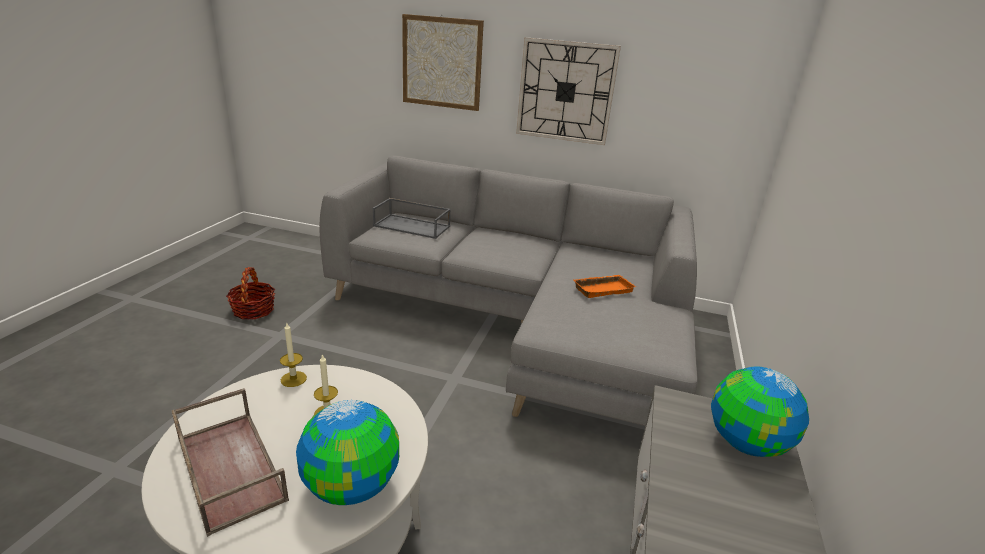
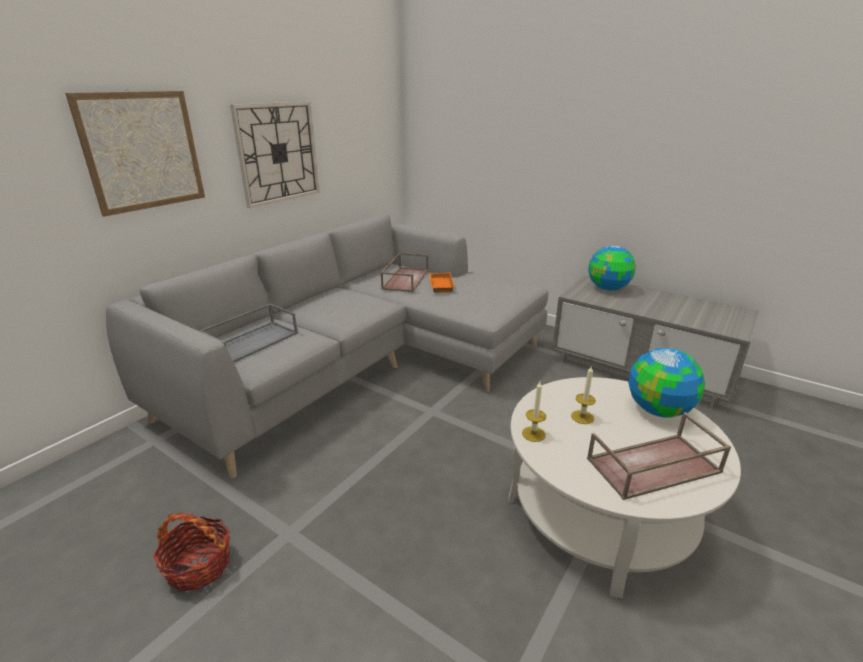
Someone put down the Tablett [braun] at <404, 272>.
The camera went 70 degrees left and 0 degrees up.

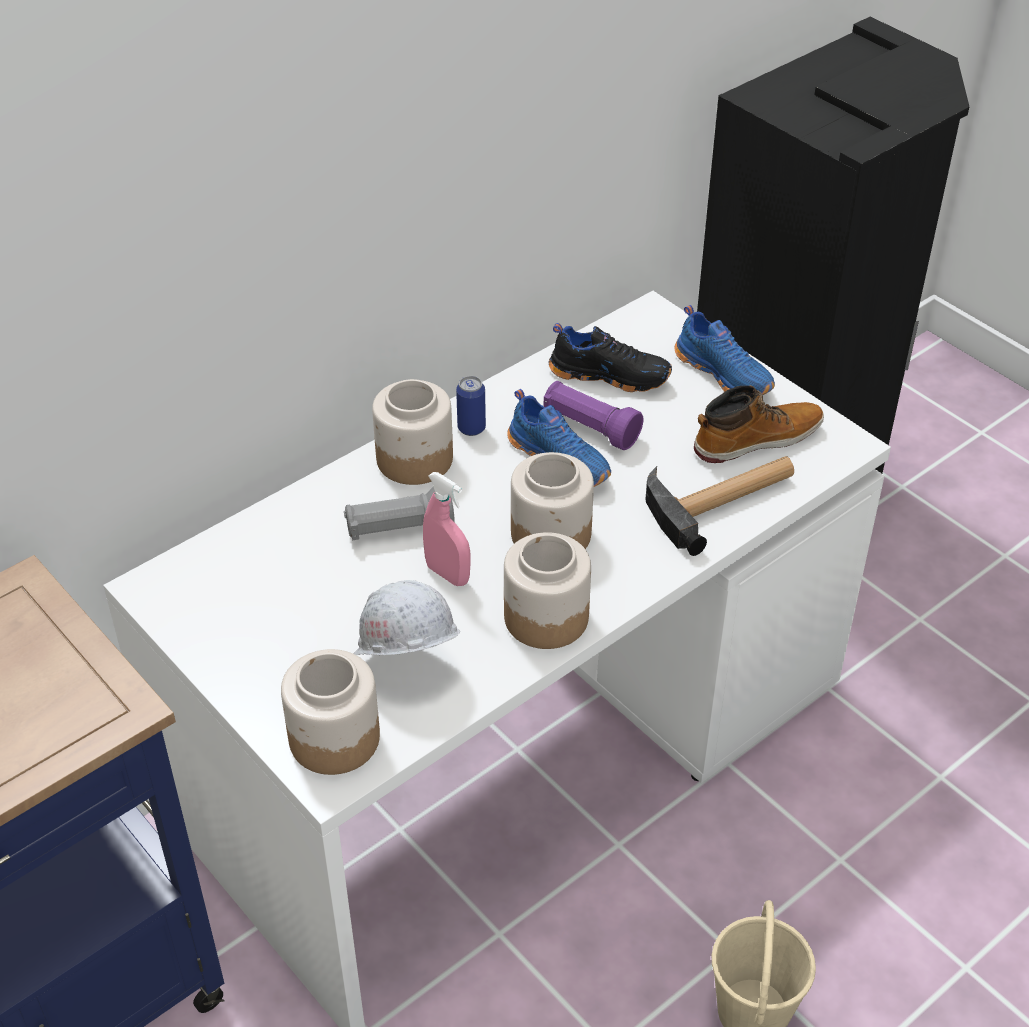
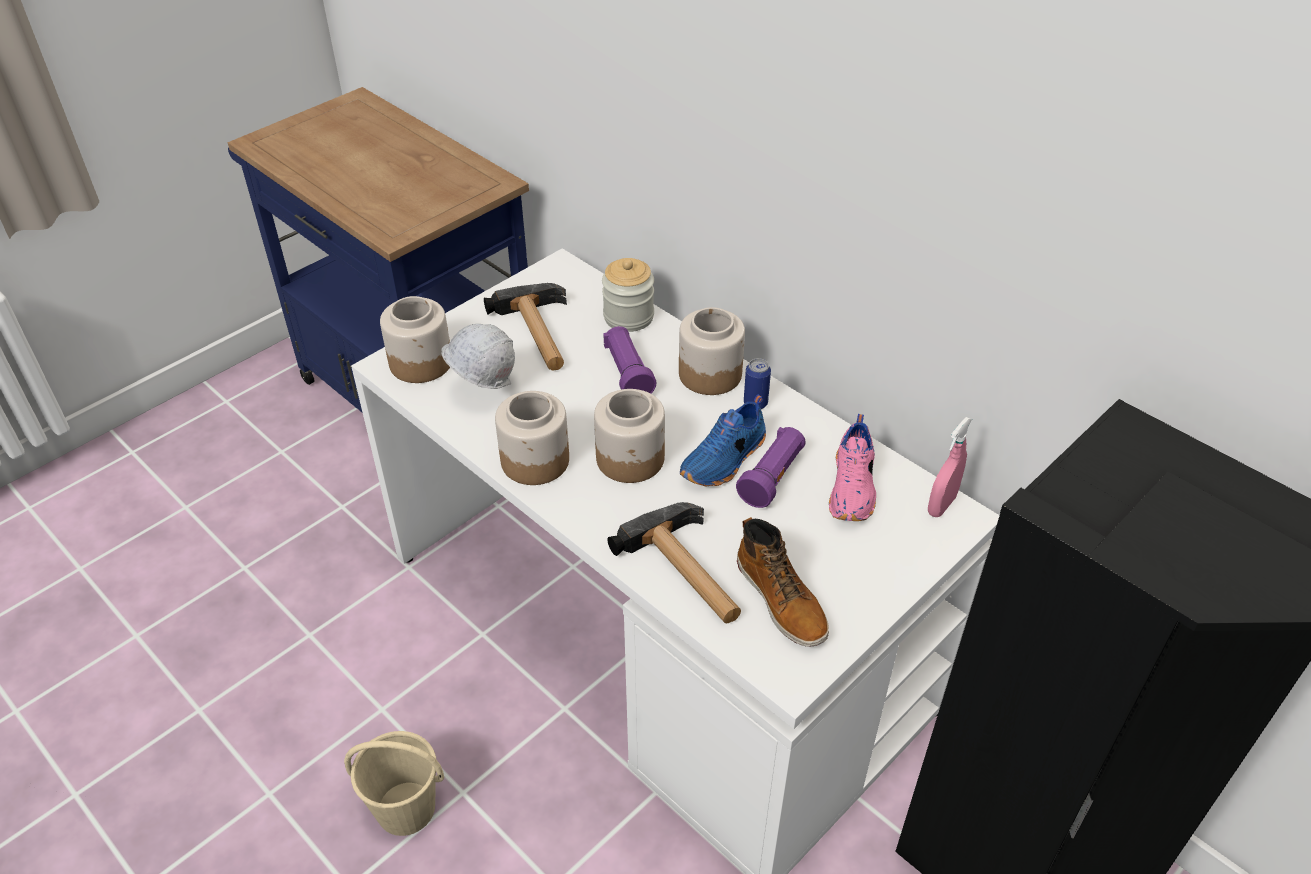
Someone took away the Schuh [blau] at <725, 350>.
Someone put down the Hammer at <525, 326>.
Someone put down the Vorratsglas at <628, 295>.
Someone carried the Sprühflasche [rosa] from <447, 529> to <950, 467>.
Someone repainted the Taschenlampe [grau] at <399, 513>, which became the Taschenlampe [lila] at <629, 360>.
Someone repainted the Schuh [schwarz] at <610, 357>, which became the Schuh [rosa] at <852, 467>.
The camera went 85 degrees right and 0 degrees up.

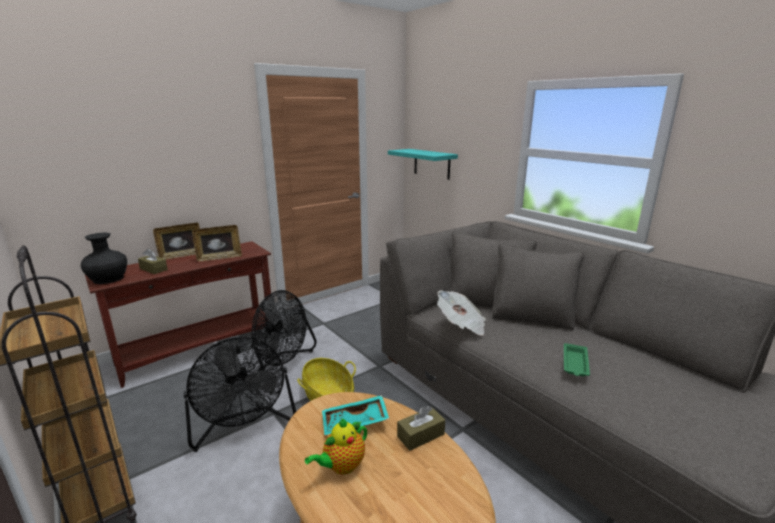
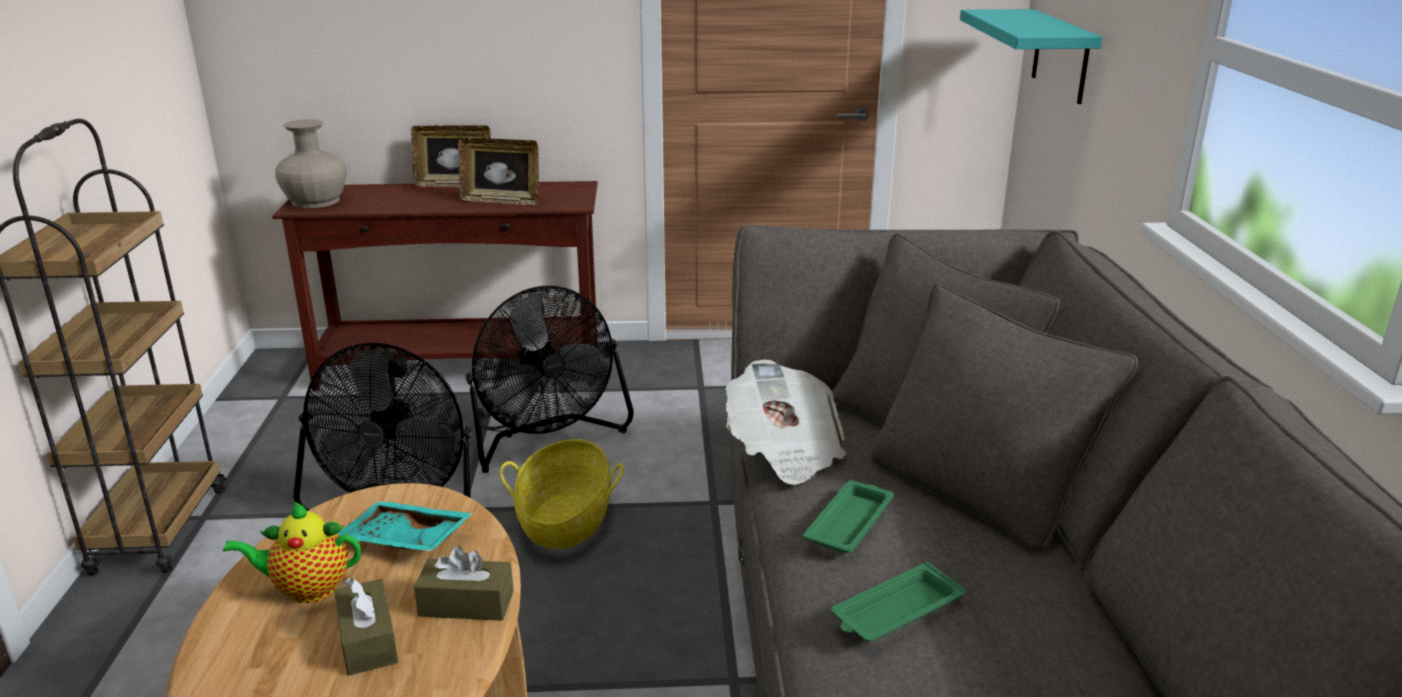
Someone put down the Tablett [grün] at <848, 516>.
Someone carried the Taschentuchbox [braun] from <153, 261> to <366, 627>.
Someone repainted the Vase [schwarz] at <104, 258>, which became the Vase [beige] at <311, 163>.
The camera went 35 degrees right and 5 degrees up.

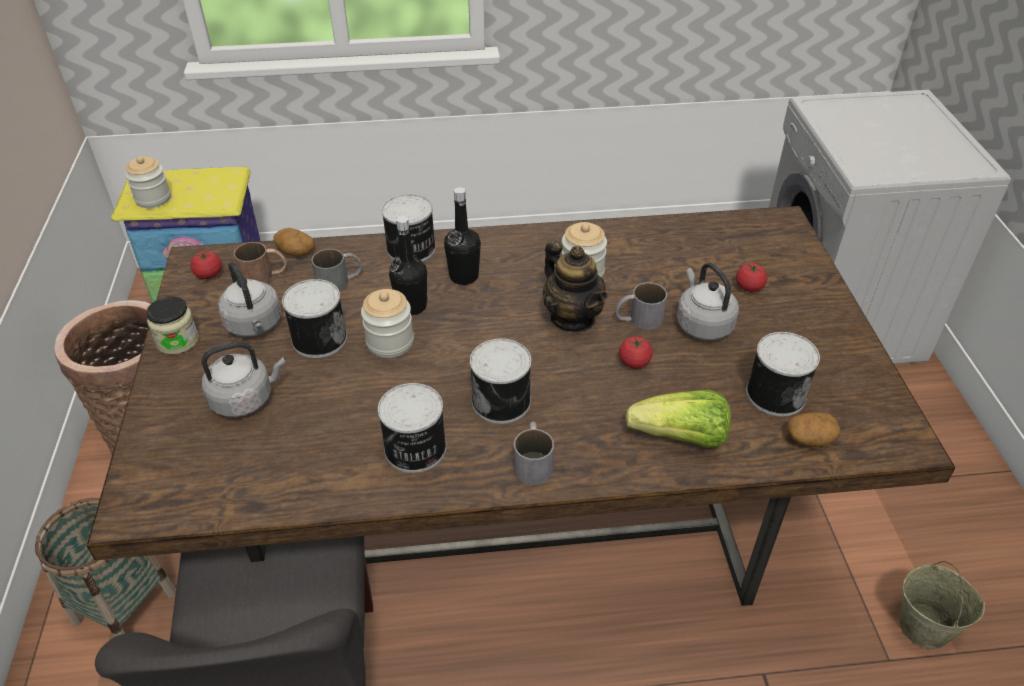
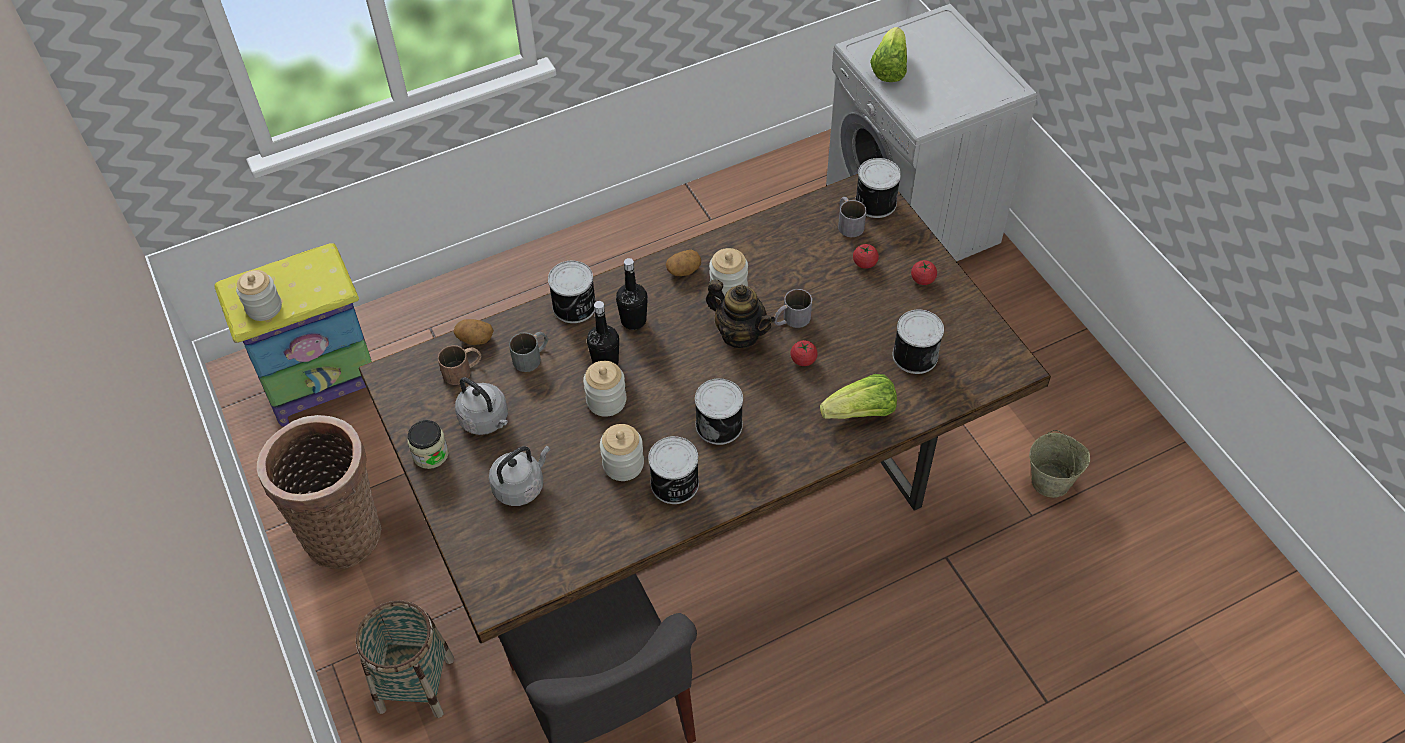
Someone took away the Wasserkessel [grau] at <708, 301>.
Someone put down the Vorratsglas at <622, 452>.
Someone put down the Salatkopf at <888, 54>.
Someone carried the Tomate from <206, 265> to <924, 272>.
Someone carried the Dose from <314, 318> to <878, 188>.
Someone carried the Henkelbecher [grau] from <534, 453> to <852, 217>.
Someone carried the Kartoffel from <813, 430> to <683, 263>.
The camera went 20 degrees left and 10 degrees up.

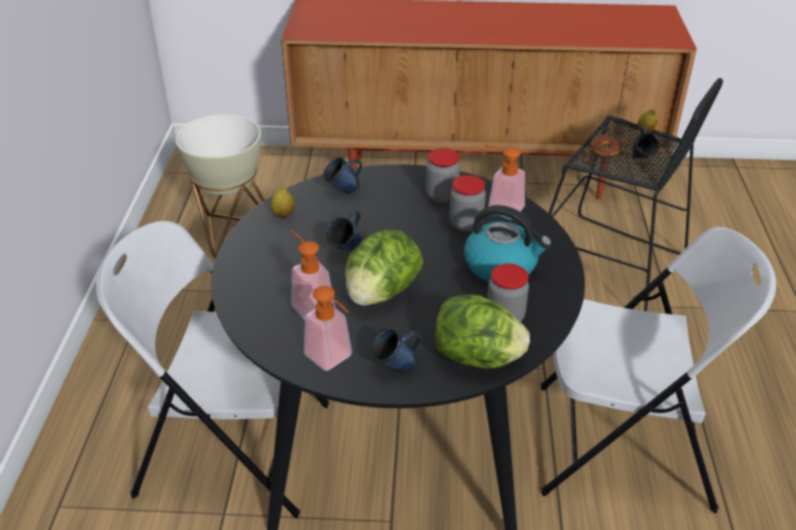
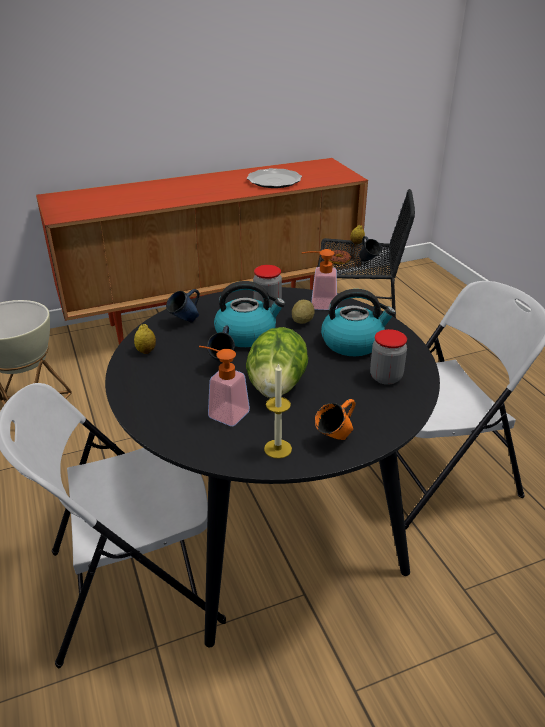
Someone took away the Salatkopf at <482, 331>.
Someone put down the Wasserkessel at <249, 314>.
Someone put down the Teller at <274, 178>.
Someone swapped the Seifenspender at <328, 328> for the Kerze at <278, 411>.
Someone swapped the Vorratsglas at <468, 203> for the Kartoffel at <303, 312>.
Someone repainted the Henkelbecher [blau] at <396, 350>, which became the Henkelbecher [orange] at <335, 419>.
The camera went 25 degrees left and 5 degrees down.

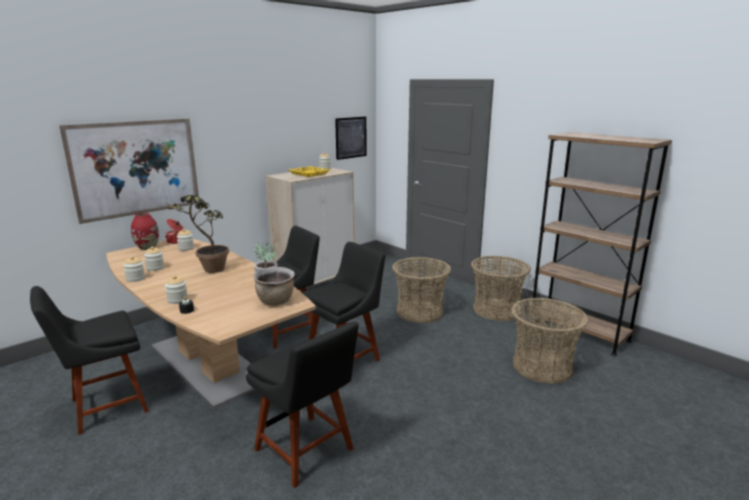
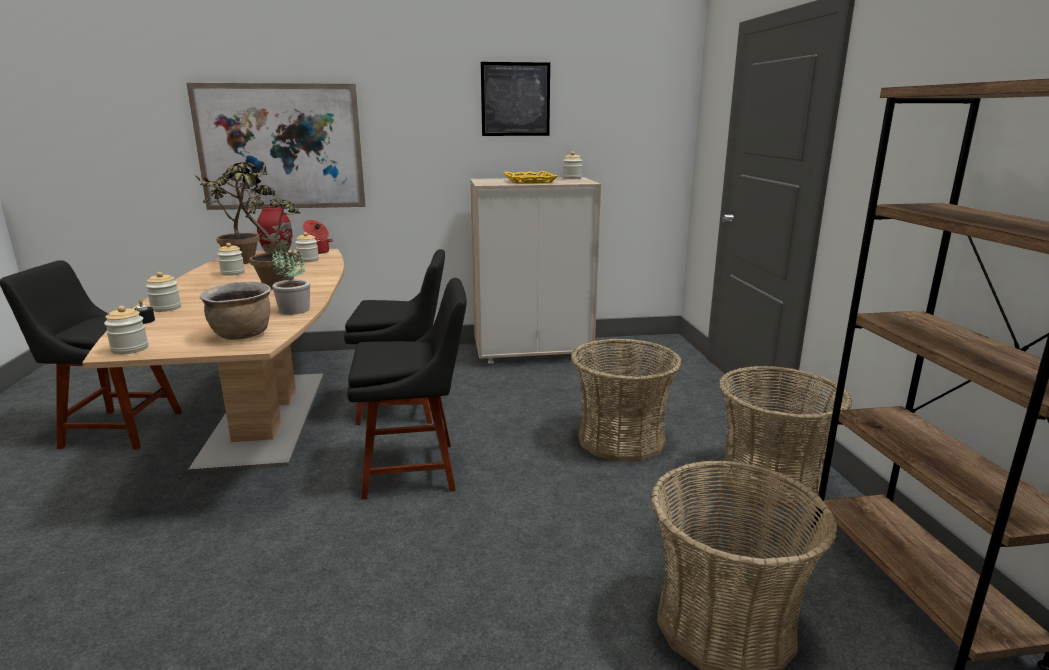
Someone took away the Stuhl [schwarz] at <302, 404>.
Someone put down the Topfpflanze at <235, 213>.
Someone carried the Vorratsglas from <134, 269> to <126, 330>.
Someone carried the Bild from <351, 138> to <515, 99>.
The camera went 35 degrees right and 0 degrees up.

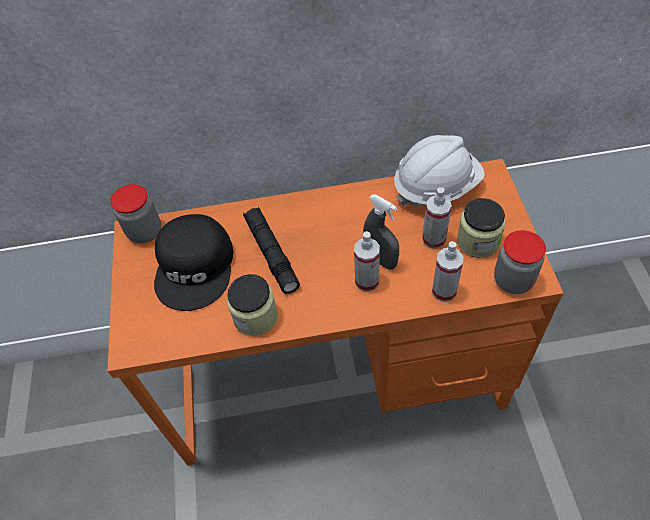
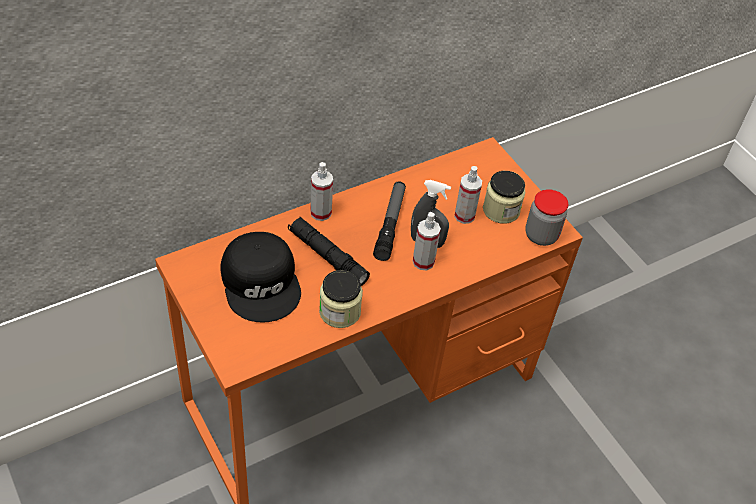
Someone took away the Vorratsglas at <135, 213>.
Someone took away the Schutzhelm [weiß] at <439, 171>.
Someone put down the Taschenlampe at <389, 221>.
Someone carried the Sprühflasche from <448, 271> to <321, 191>.
The camera went 30 degrees left and 5 degrees down.

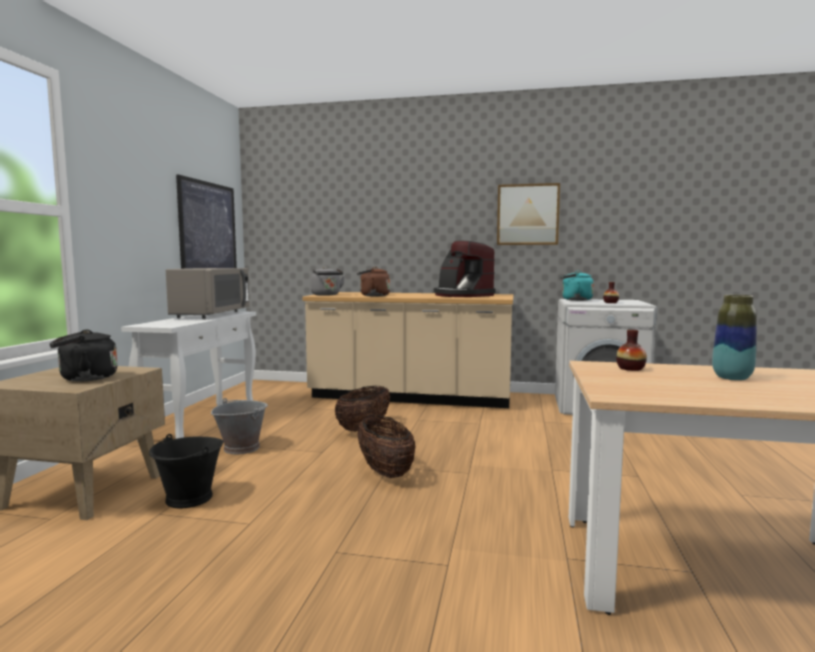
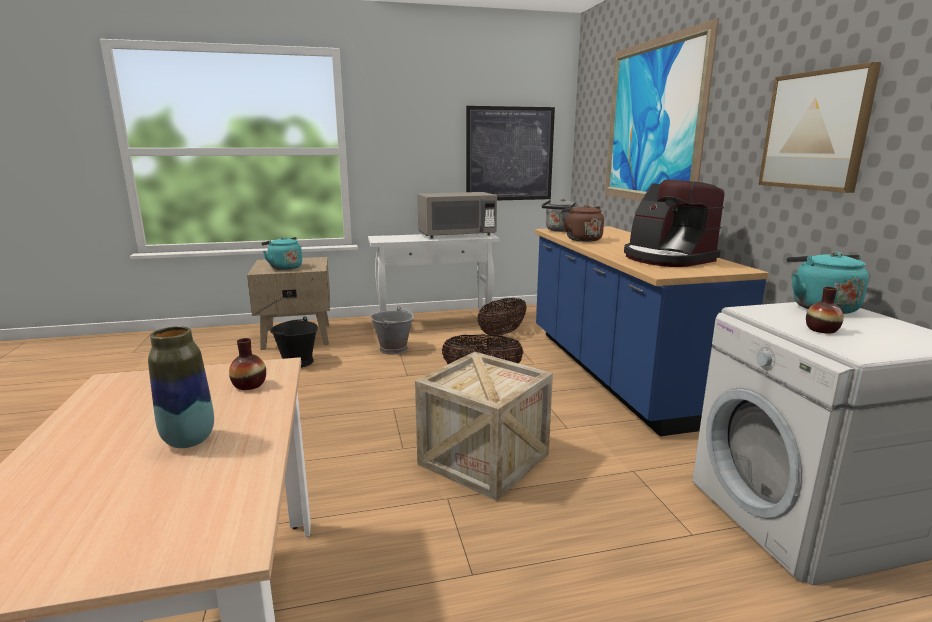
Someone put down the Kiste at <484, 426>.
Someone put up the Bild at <662, 109>.
Someone carried the Korb from <386, 447> to <502, 317>.
Someone repainted the Wasserkessel [schwarz] at <84, 355>, which became the Wasserkessel [türkis] at <281, 253>.
Someone repainted the Küchenzeile [beige] at <408, 350>, which became the Küchenzeile [blau] at <651, 331>.
Someone rotated the Kaffeemaschine at <465, 269> by 60 degrees counterclockwise.
The camera went 65 degrees right and 10 degrees up.

